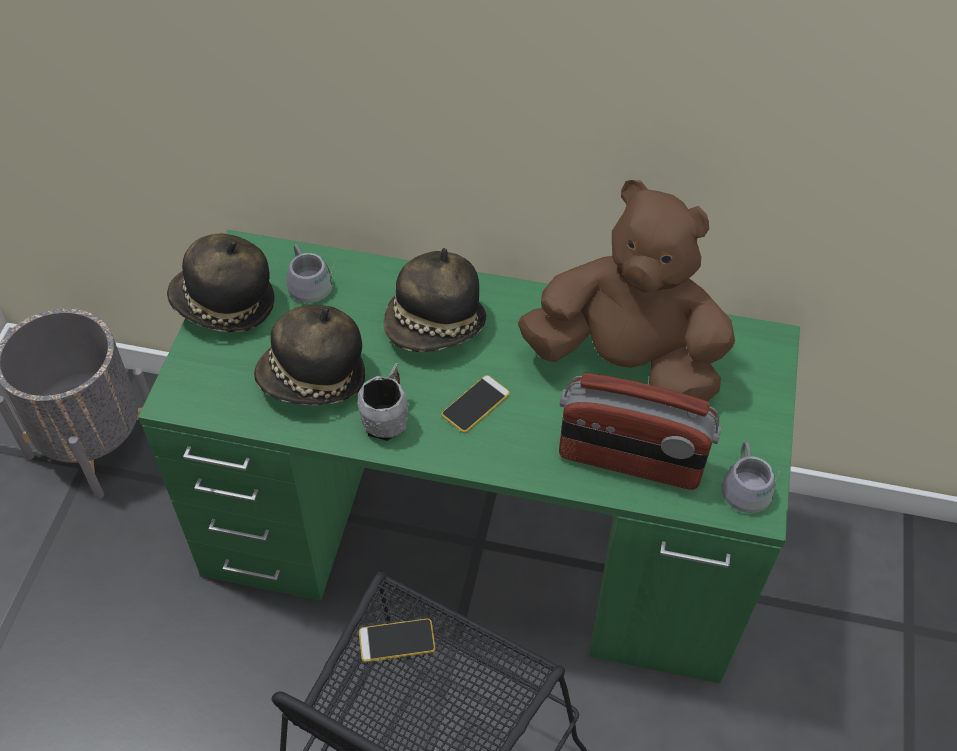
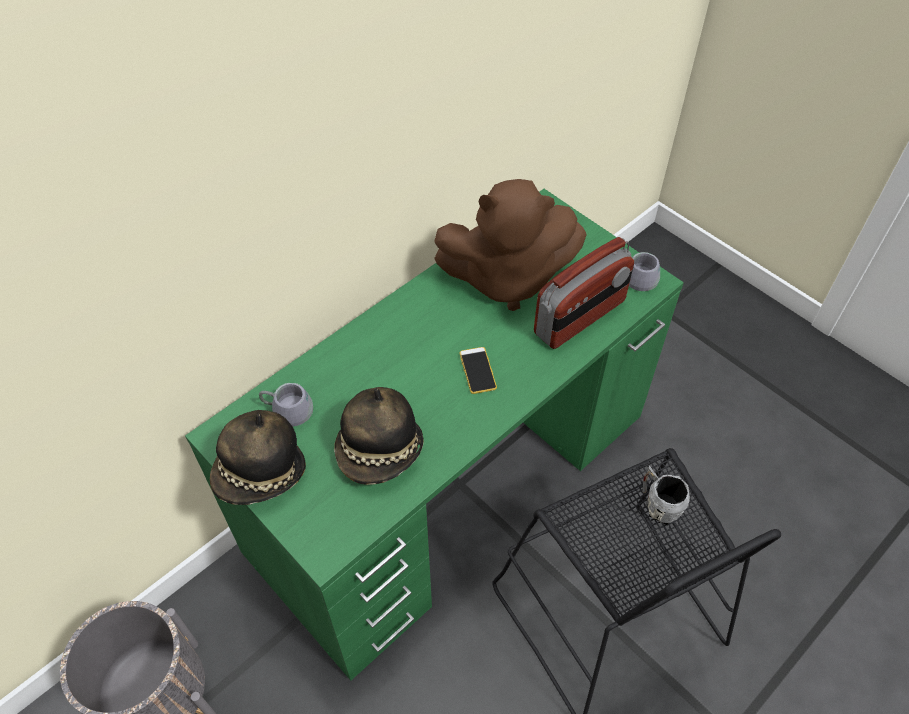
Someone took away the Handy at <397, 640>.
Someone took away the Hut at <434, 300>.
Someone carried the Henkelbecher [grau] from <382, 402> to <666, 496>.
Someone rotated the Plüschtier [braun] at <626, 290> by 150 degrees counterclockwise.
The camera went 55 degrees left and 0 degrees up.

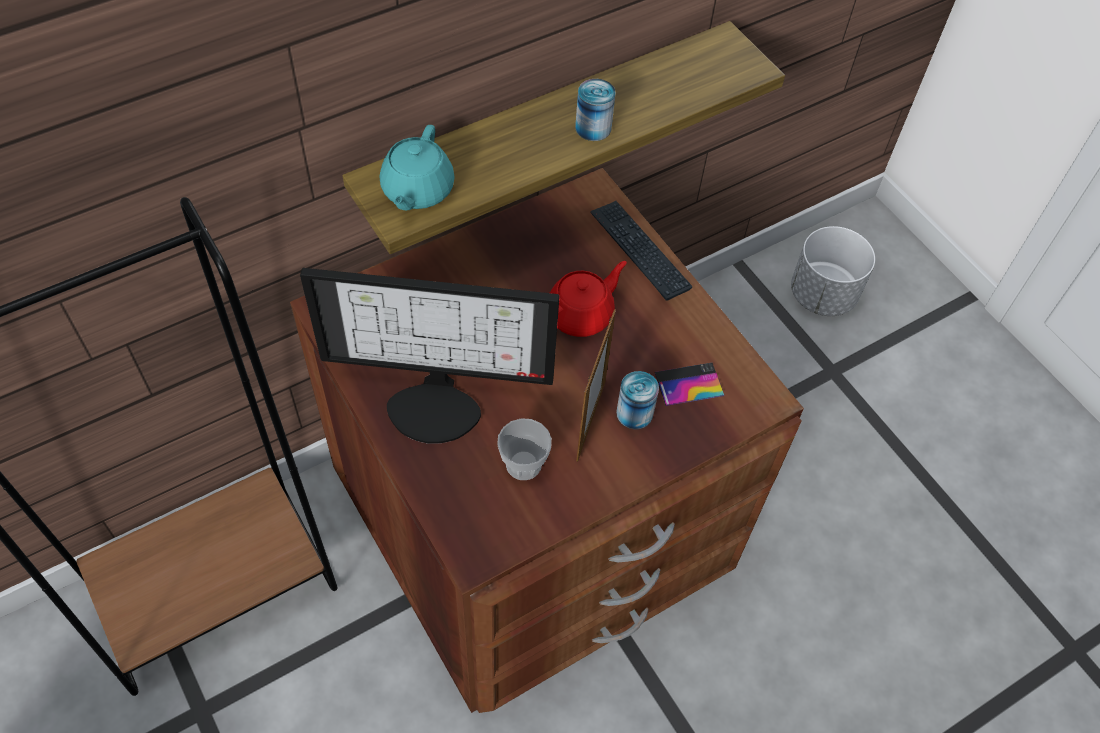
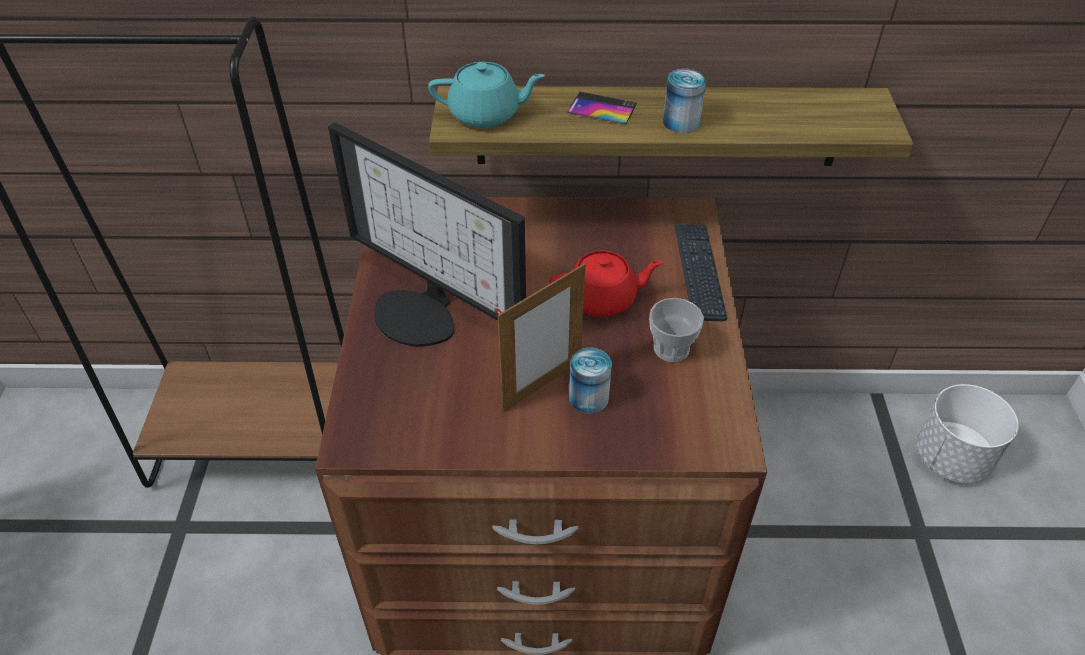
Someone carried the Tasse from <524, 449> to <676, 330>.
Someone carried the Handy from <689, 384> to <602, 108>.
Someone rotated the Teekanne [türkis] at <417, 167> by 135 degrees counterclockwise.
The camera went 35 degrees right and 10 degrees down.

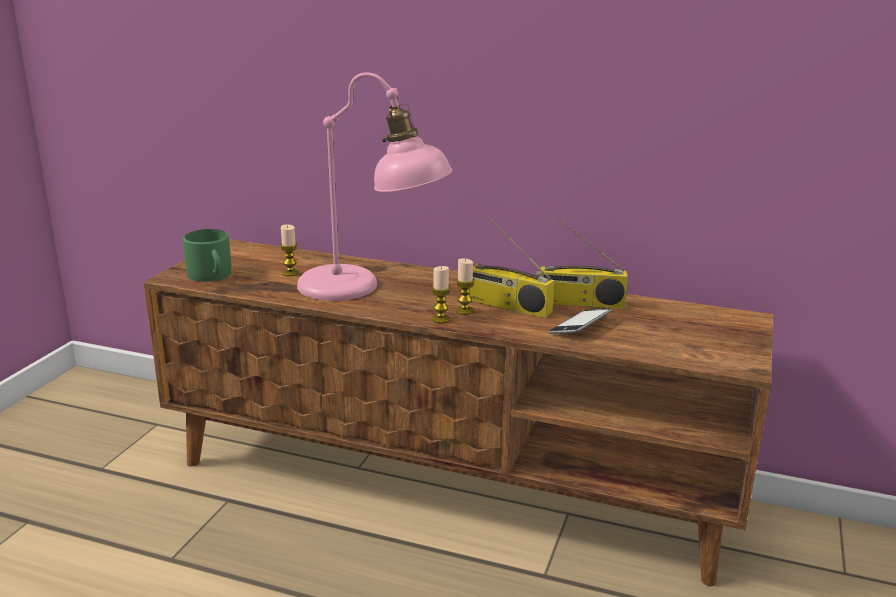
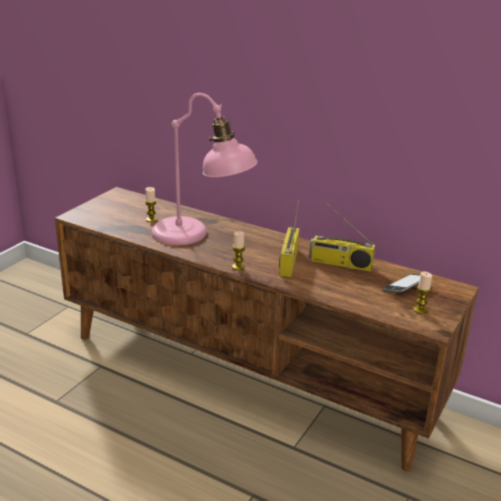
Someone took away the Henkelbecher [grün] at <207, 255>.
Someone carried the Kerze from <465, 287> to <422, 292>.
Someone carried the Handy from <580, 321> to <401, 283>.
Someone rotated the Radio at <511, 267> by 60 degrees clockwise.
The camera went 10 degrees right and 5 degrees up.

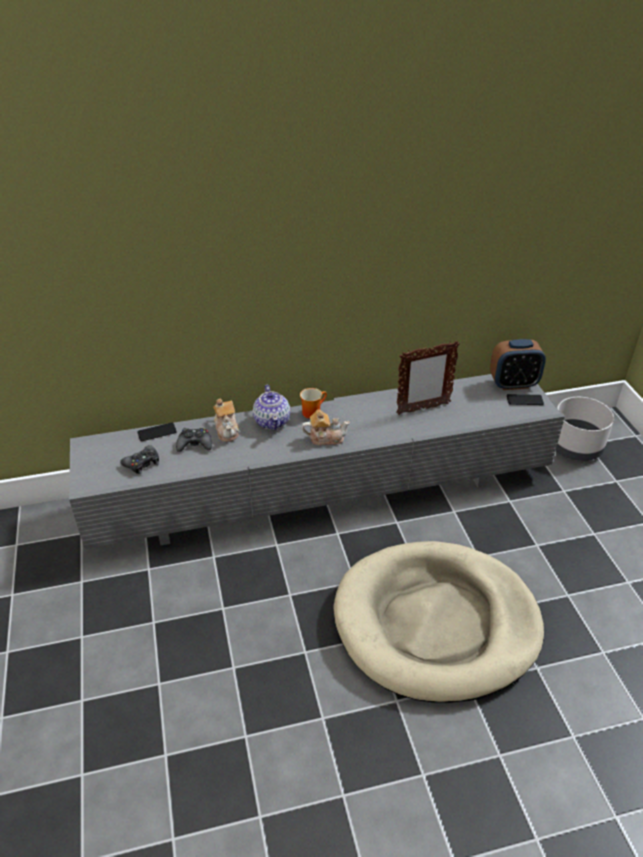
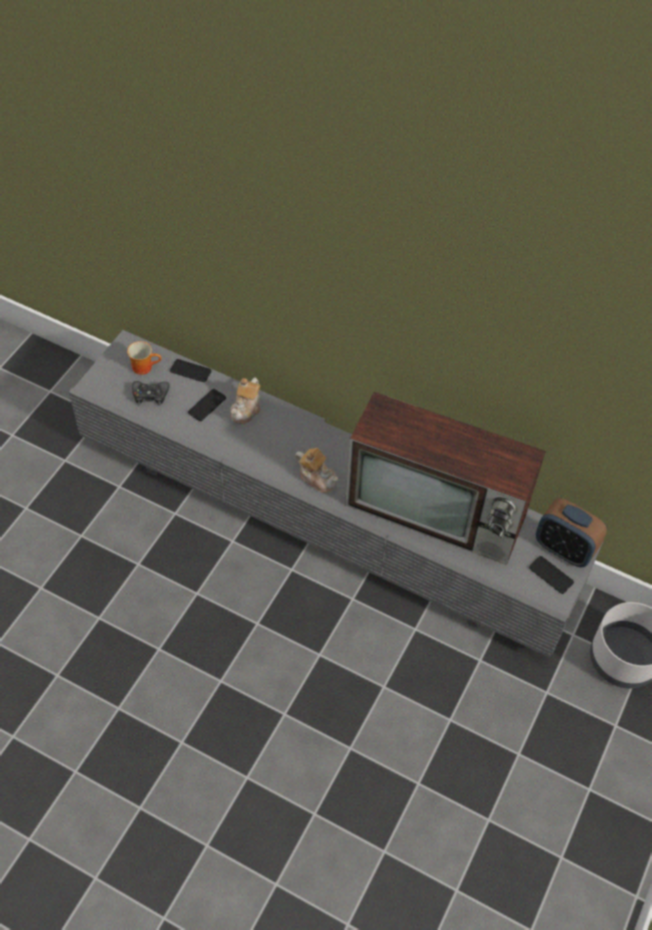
Someone took away the Teekanne at <271, 408>.
Someone took away the Hundebett [beige] at <438, 622>.
Someone carried the Henkelbecher from <313, 403> to <144, 358>.
Someone swapped the Gamepad [schwarz] at <194, 440> for the Handy at <207, 405>.
Someone swapped the Bilderrahmen at <428, 378> for the Fernseher at <445, 478>.
The camera went 40 degrees right and 15 degrees up.

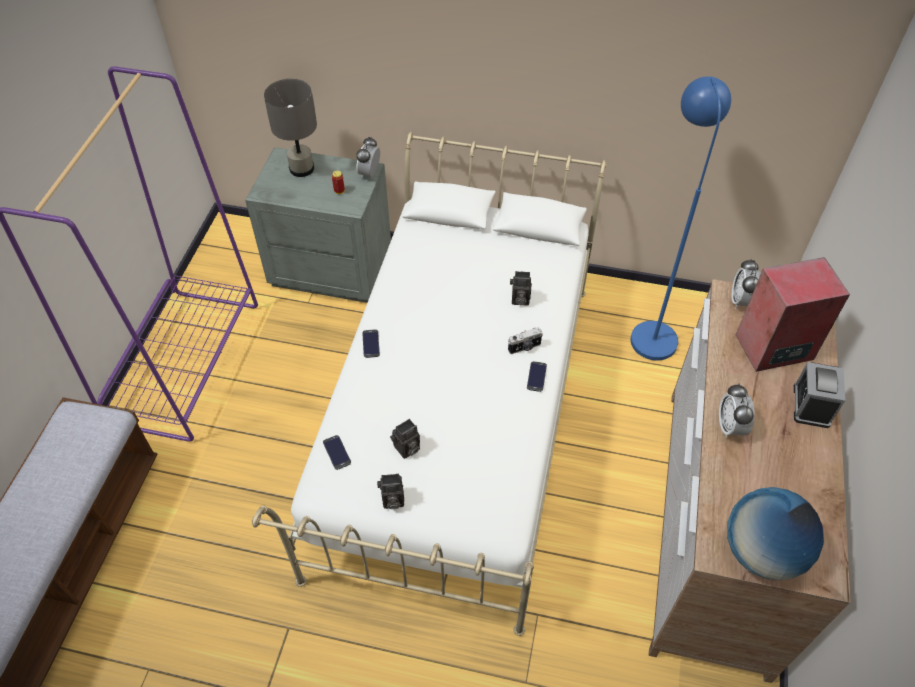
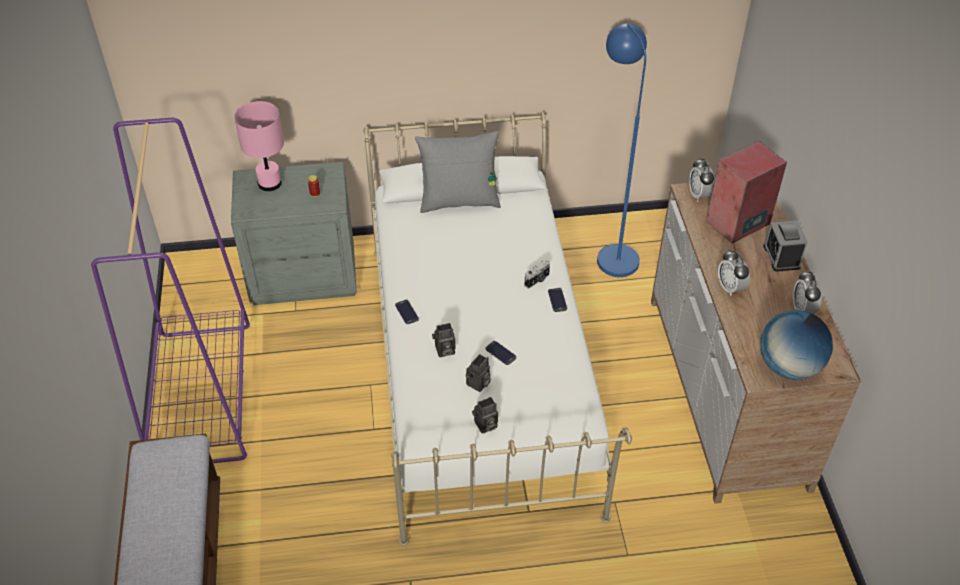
Someone put down the Kissen [grau] at <458, 172>.
Someone carried the Handy from <337, 452> to <500, 353>.
Someone carried the Wecker from <368, 157> to <807, 292>.
Someone carried the Kamera from <521, 288> to <444, 340>.
Someone repainted the Tischlampe [grau] at <290, 128>, which became the Tischlampe [rosa] at <259, 146>.
The camera went 20 degrees left and 5 degrees down.

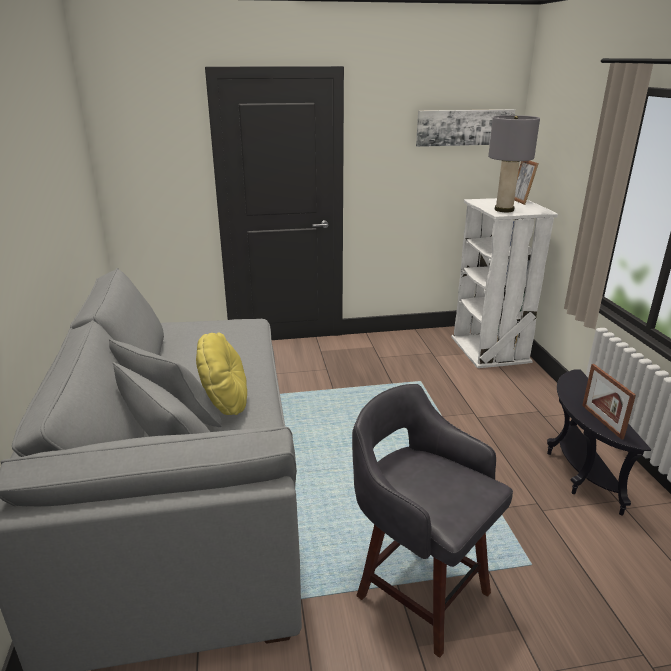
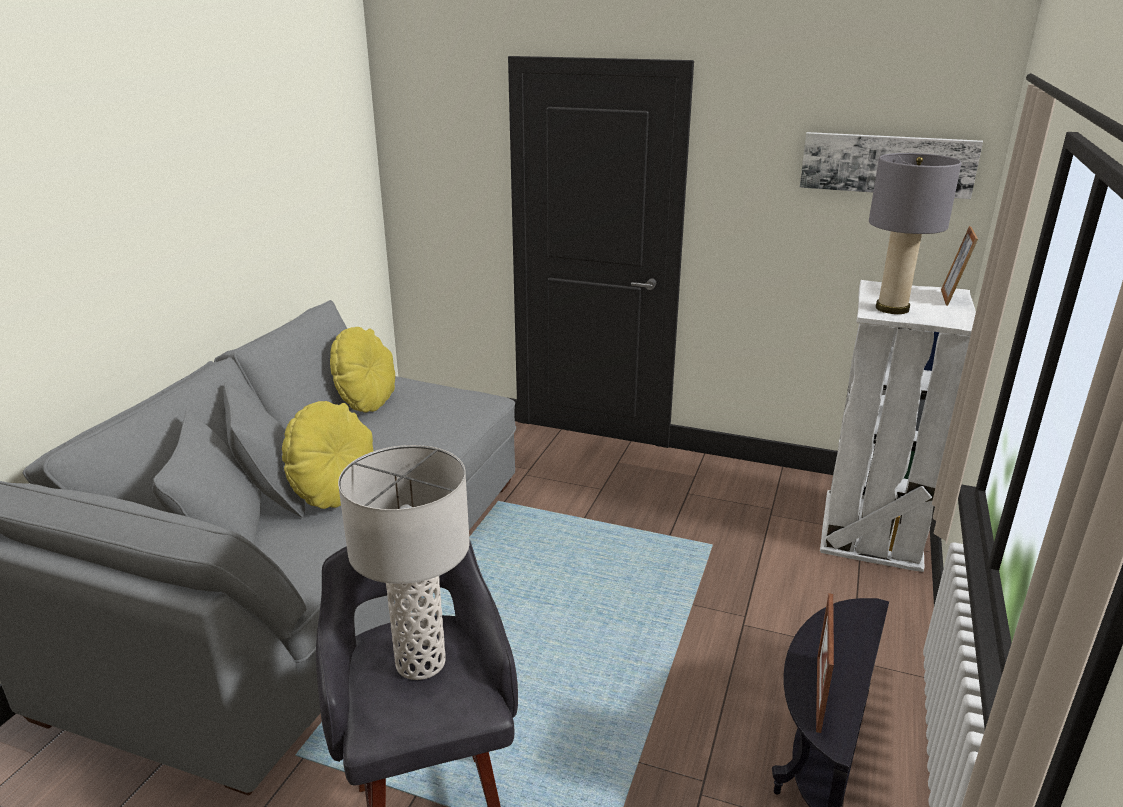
Someone put down the Kissen [gelb] at <362, 370>.
Someone put down the Tischlampe [weiß] at <404, 562>.
The camera went 30 degrees right and 0 degrees up.

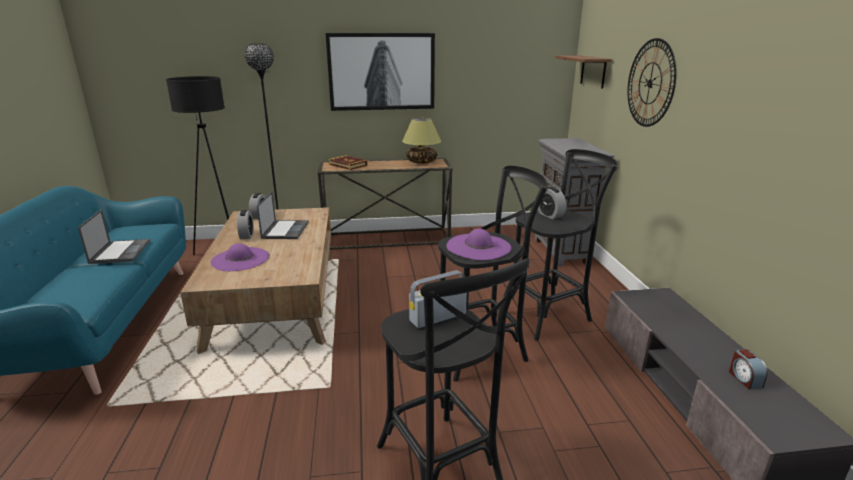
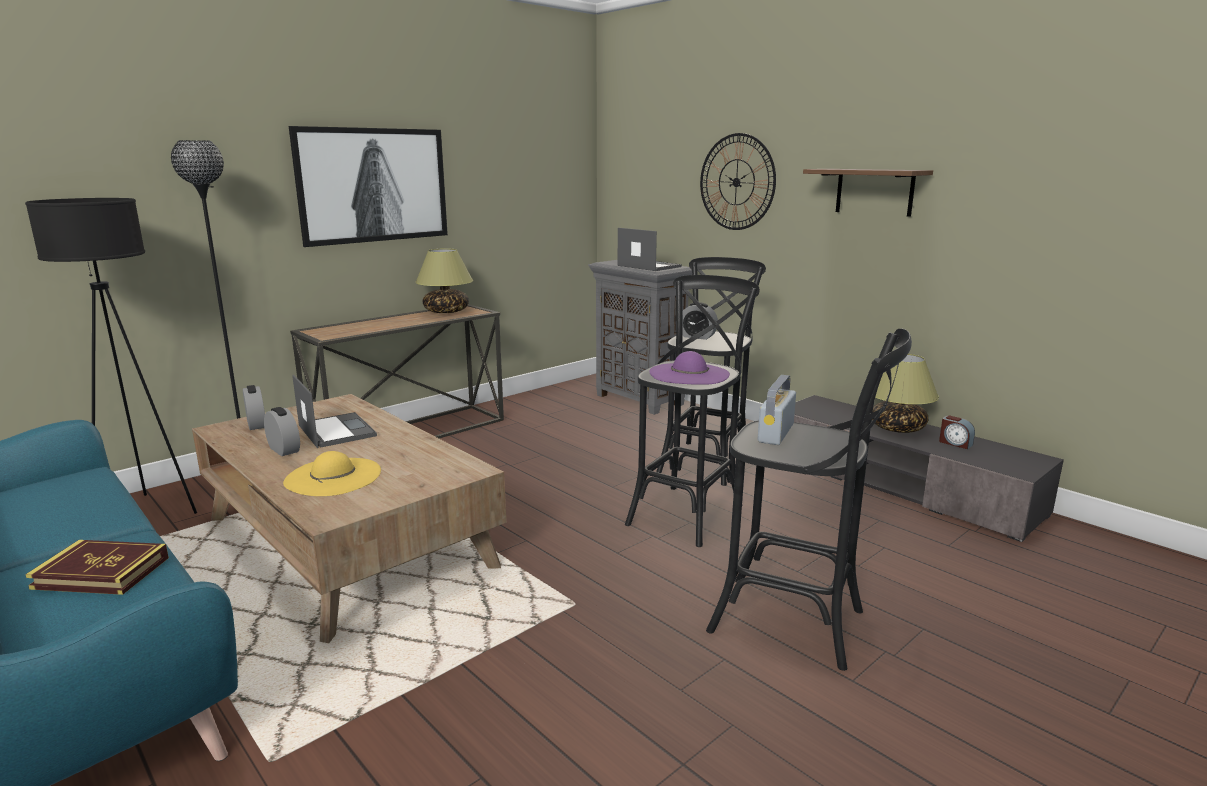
Someone put down the Tischlampe at <905, 393>.
Someone carried the Laptop from <114, 236> to <650, 249>.
Someone carried the Buch from <348, 162> to <97, 567>.
Someone carried the Wandregal from <583, 71> to <868, 193>.
Someone repainted the Hut [lila] at <239, 257>, which became the Hut [gelb] at <332, 473>.
The camera went 35 degrees left and 5 degrees down.

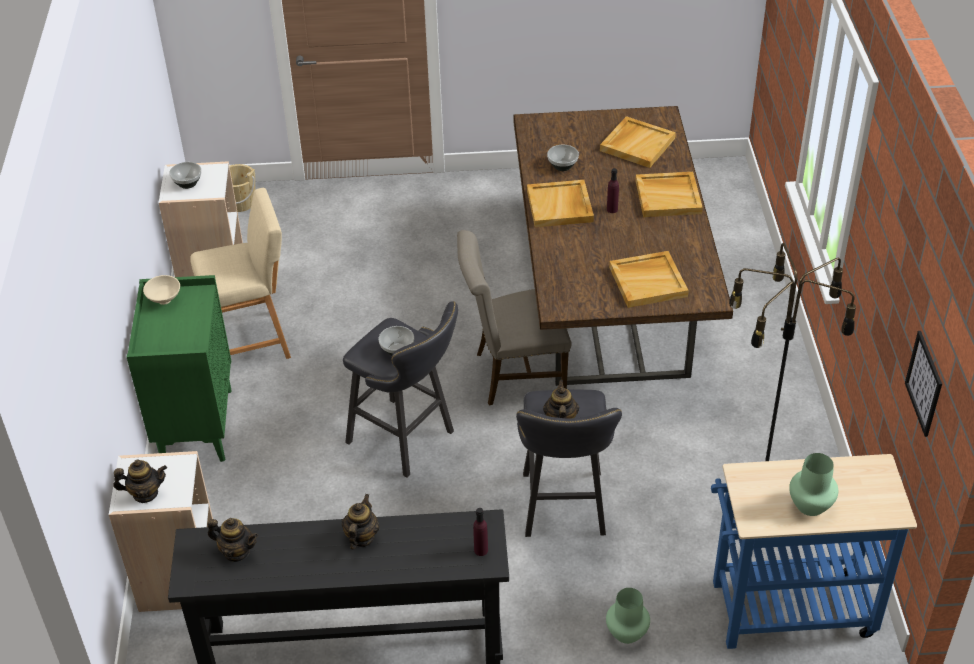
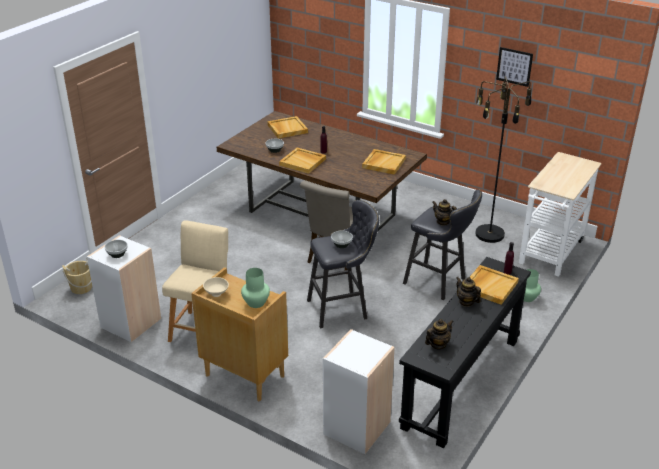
Someone took away the Teekanne at <140, 481>.
Someone carried the Tablett [beige] from <669, 194> to <494, 285>.
Someone carried the Vase [grün] from <813, 484> to <255, 288>.
Someone carried the Bild from <923, 384> to <514, 67>.
Someone repainted the Schrank [grün] at <179, 368>, which became the Schrank [braun] at <239, 334>.
Someone repainted the Rollwagen [blau] at <814, 551>, which became the Rollwagen [weiß] at <560, 214>.
The camera went 55 degrees left and 10 degrees down.

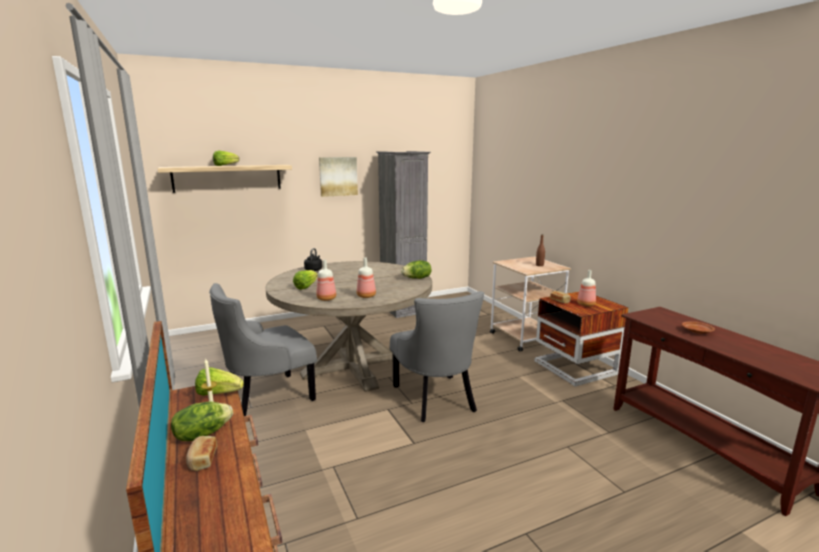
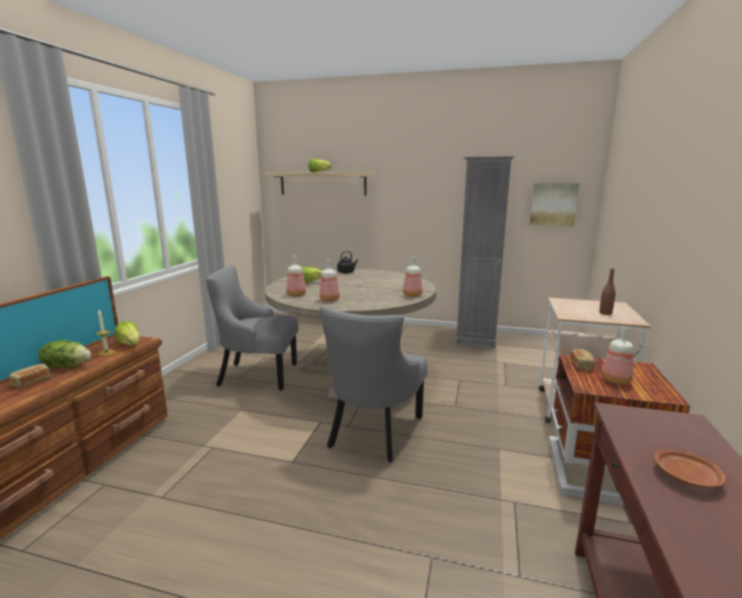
Someone carried the Bild from <338, 177> to <554, 204>.
Someone swapped the Salatkopf at <416, 269> for the Flasche at <413, 276>.
The camera went 40 degrees right and 0 degrees up.

